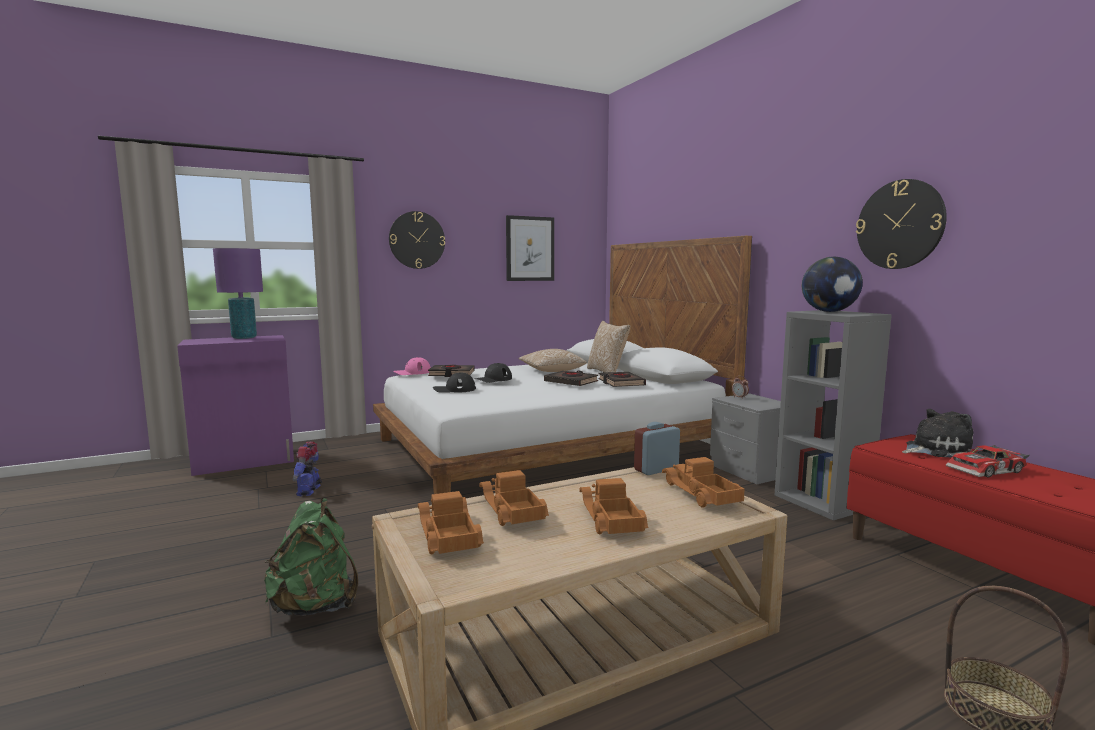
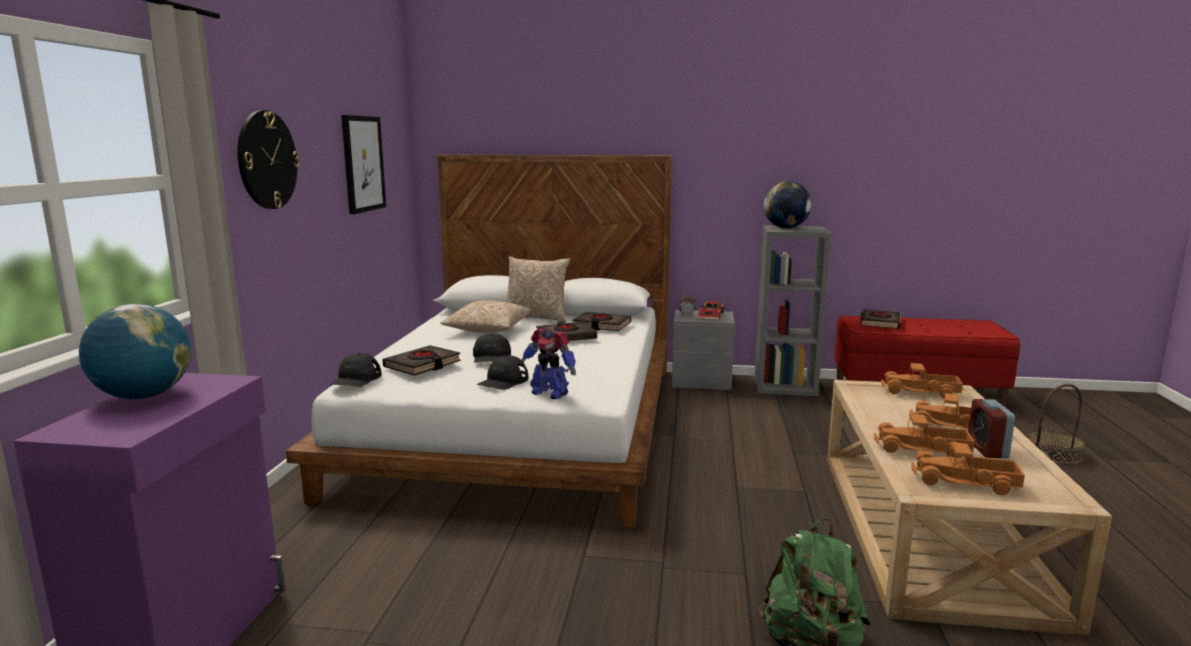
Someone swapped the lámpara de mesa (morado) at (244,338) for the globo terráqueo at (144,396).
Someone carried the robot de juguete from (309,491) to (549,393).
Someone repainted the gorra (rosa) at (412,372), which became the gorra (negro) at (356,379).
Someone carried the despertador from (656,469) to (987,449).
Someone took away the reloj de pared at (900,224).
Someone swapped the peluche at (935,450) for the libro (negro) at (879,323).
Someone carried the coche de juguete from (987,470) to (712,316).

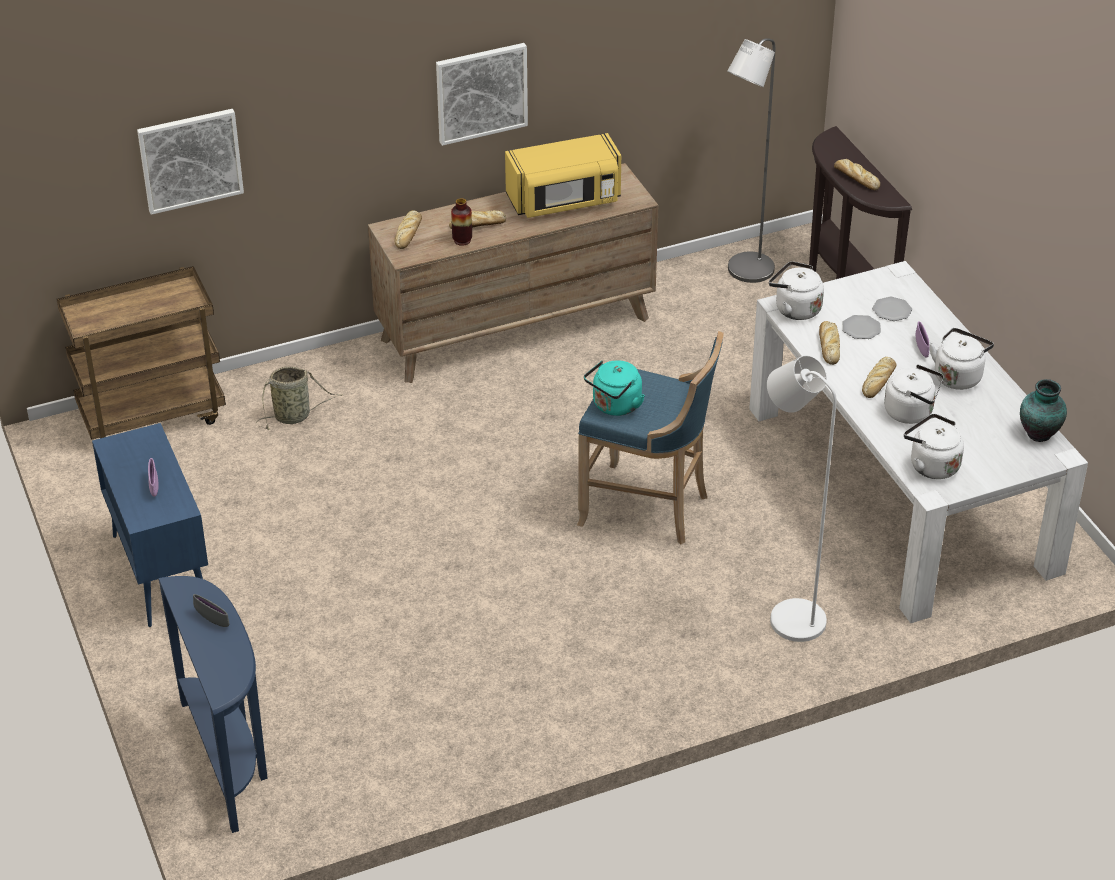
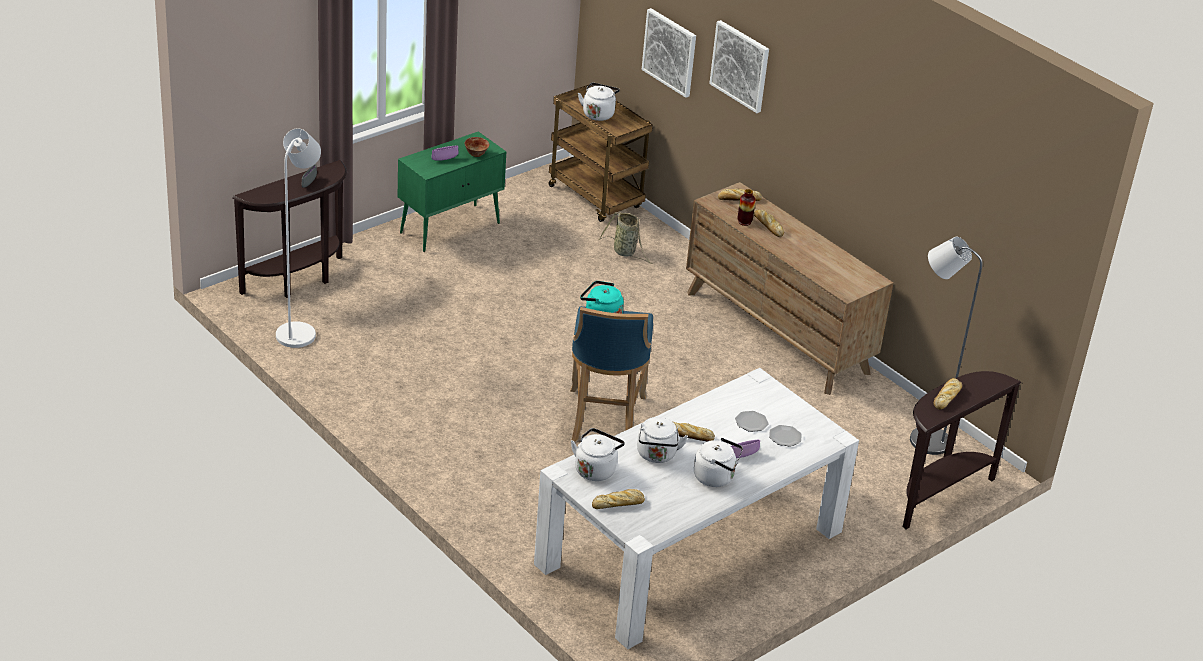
Someone repainted the armario (azul) at (160,571), which became the armario (verde) at (450,228).
Someone repainted the mesa consola (azul) at (229,758), which became the mesa consola (marrón) at (299,281).
Someone carried the cuadro from (481,92) to (740,66).
Someone took away the microondas (amarillo) at (564,201).
Someone carried the lámpara de pie (blanco) from (788,616) to (299,331).
Someone carried the hervidor (blanco) from (795,309) to (598,114).
Someone carried the pan from (829,345) to (619,503).
Someone took away the florero at (1040,433).
Someone put down the cuenco at (476,154).

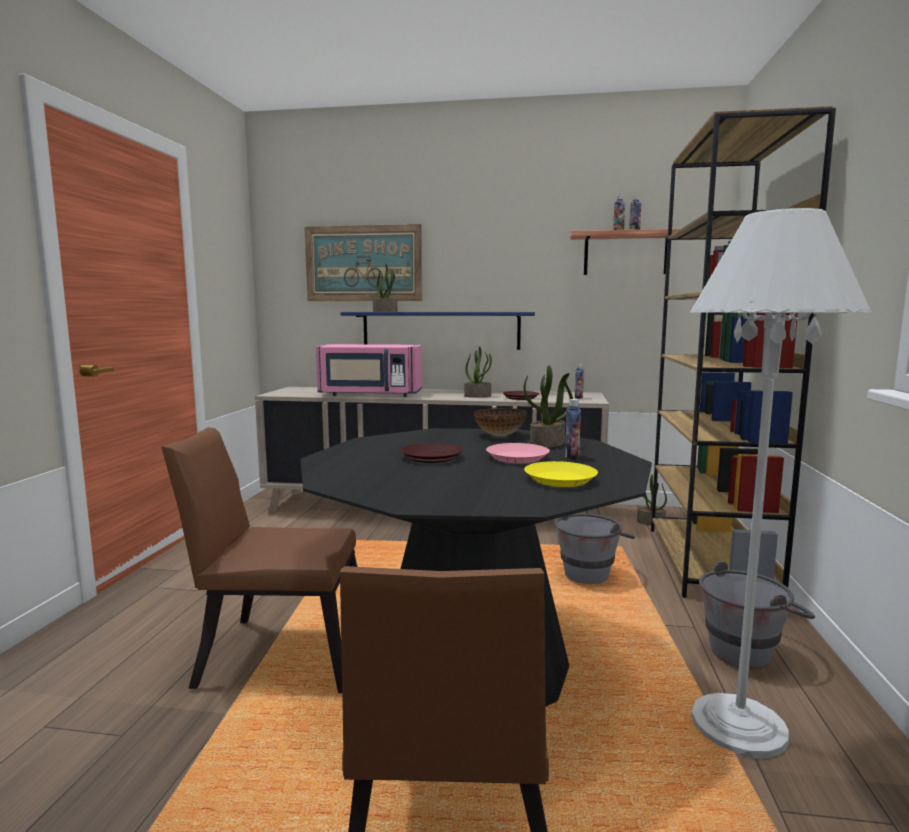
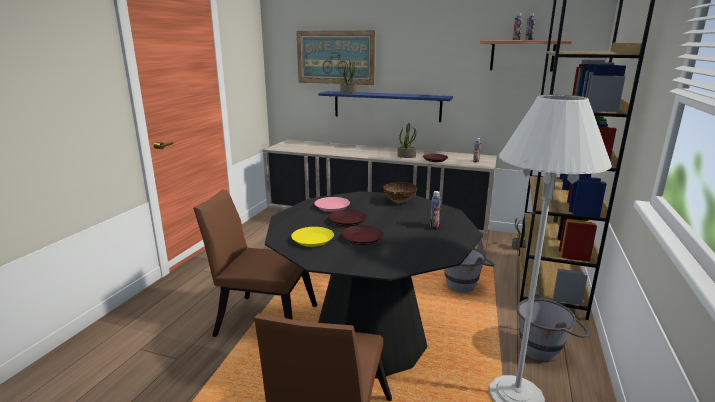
Someone took away the microondas (rosa) at (370,394).
Someone carried the plato (rosa) from (518,458) to (332,207).
Someone took away the planta en maceta at (547,444).
Someone carried the plato (amarillo) from (561,480) to (313,240).
Someone put down the plato (marrón) at (362,238).

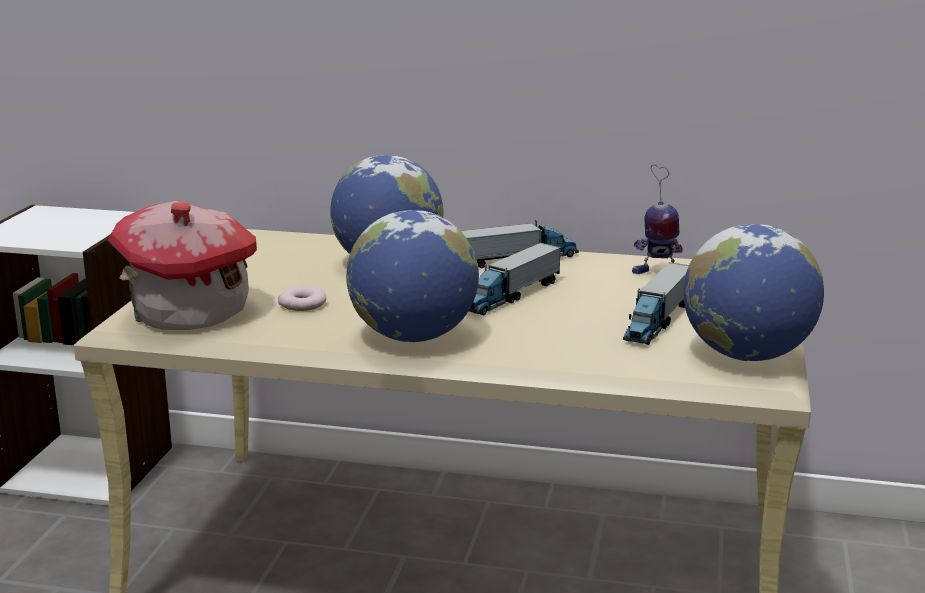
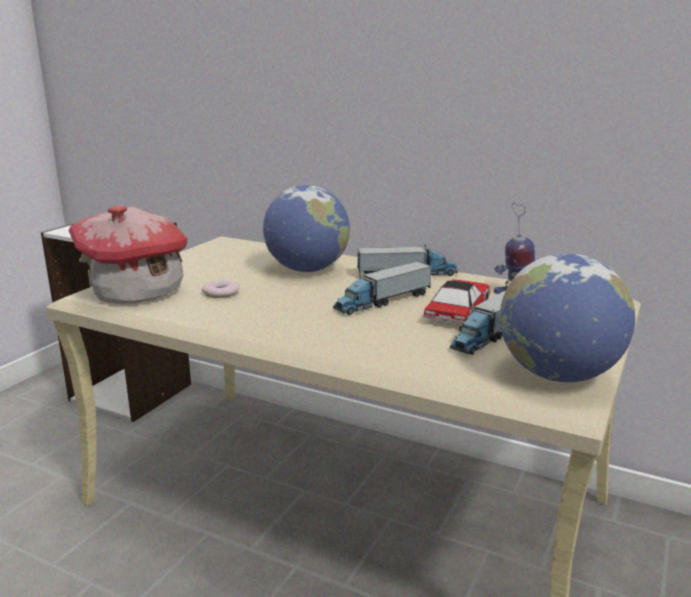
Someone took away the globo terráqueo at (413,337).
Someone put down the coche de juguete at (458,311).

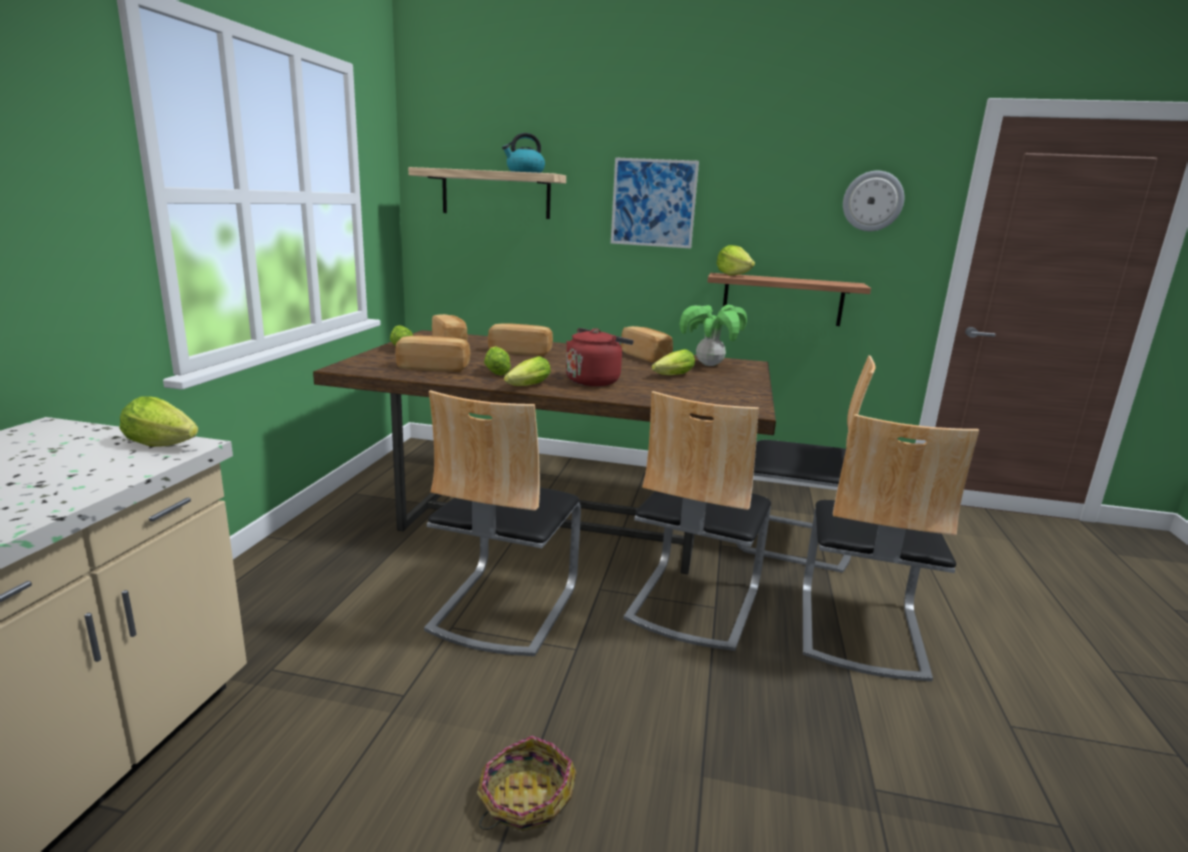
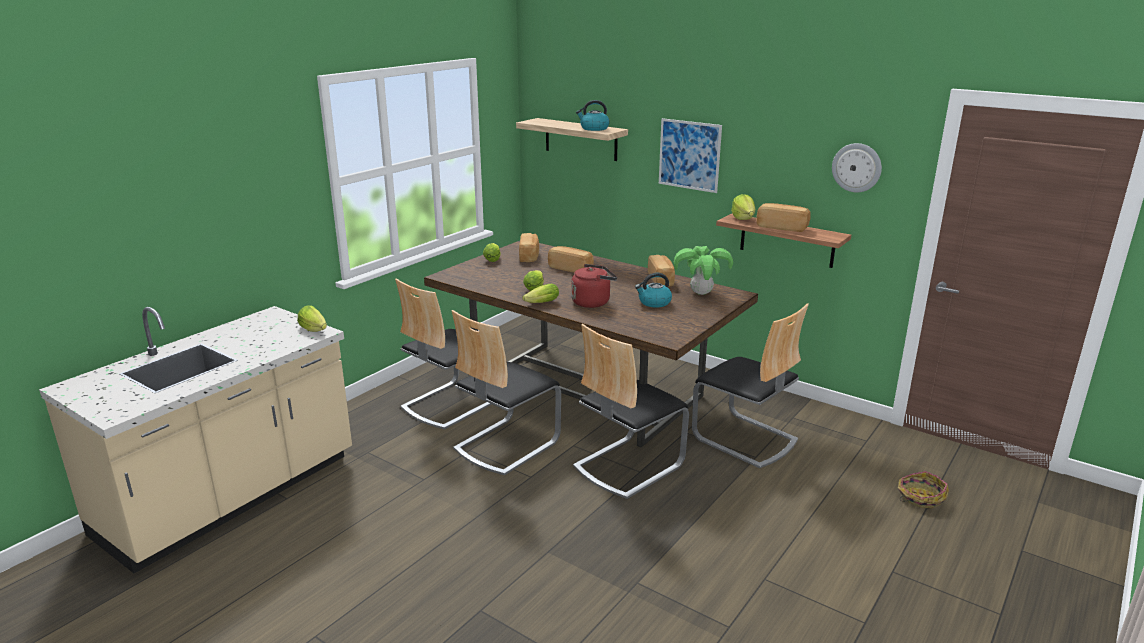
Someone carried the pan from (434,367) to (782,227).
Someone carried the cesta from (524,799) to (920,497).
Someone swapped the lechuga at (671,376) for the hervidor at (654,302).
Someone carried the silla from (859,629) to (449,404).

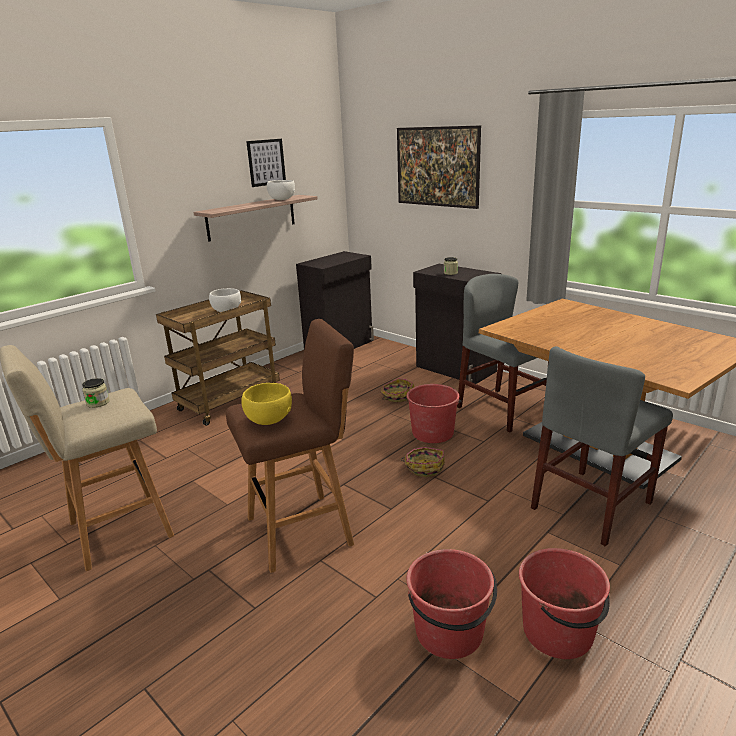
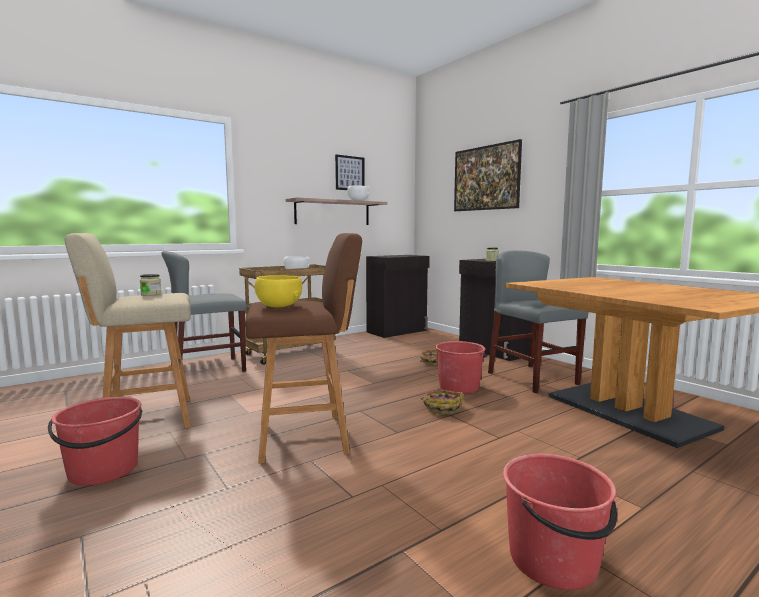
Someone carried the cubo (rojo) from (450,633) to (103,470).
Someone carried the silla (gris) from (591,505) to (208,369).

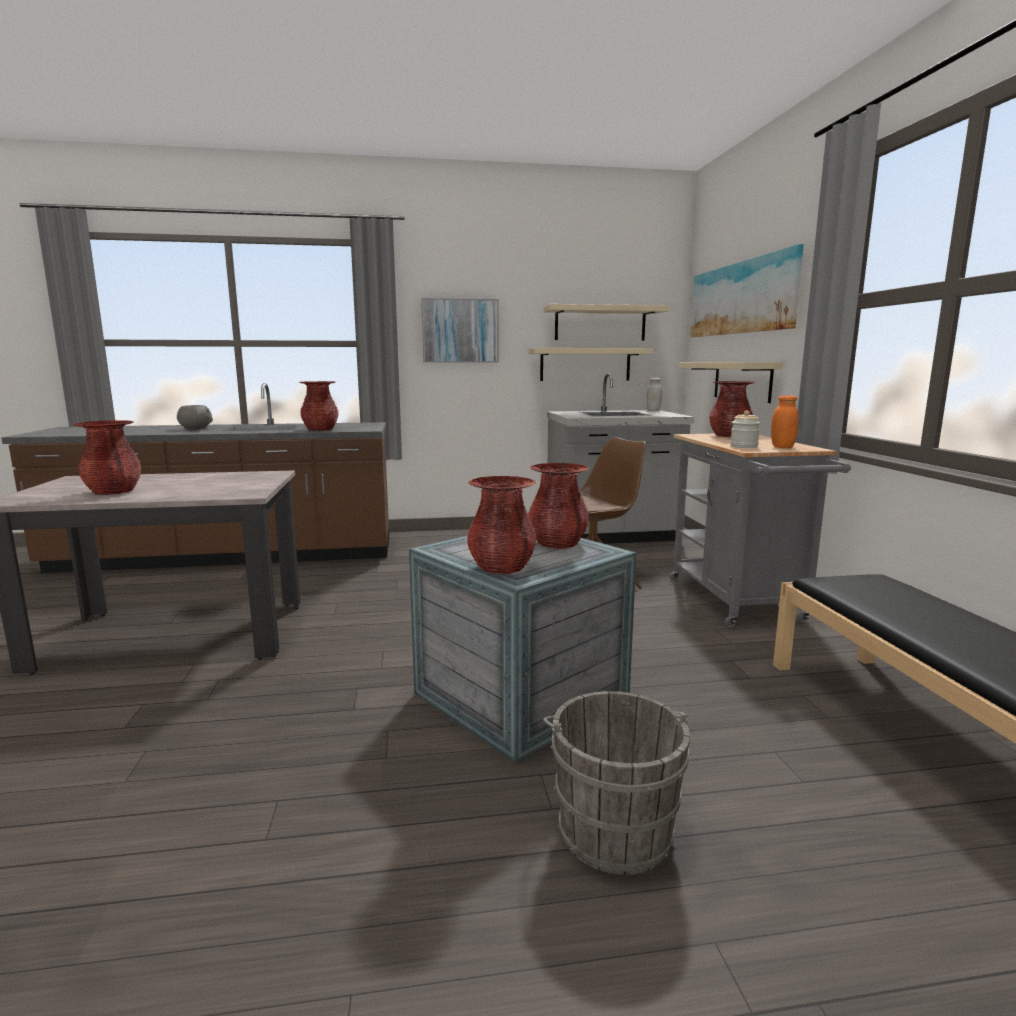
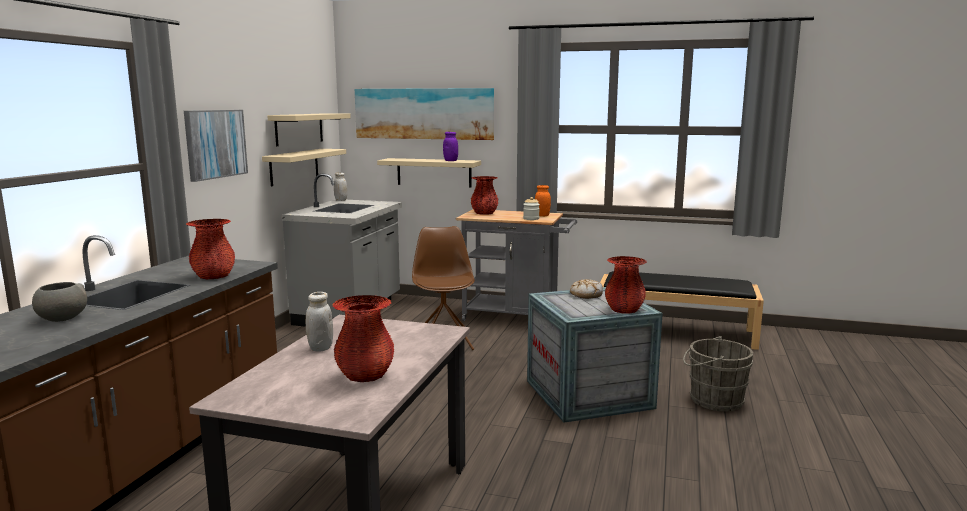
Someone swapped the florero (rojo) at (557,544) for the pan at (586,295).
Someone put down the tarro (blanco) at (320,348).
Someone put down the tarro (morado) at (450,161).

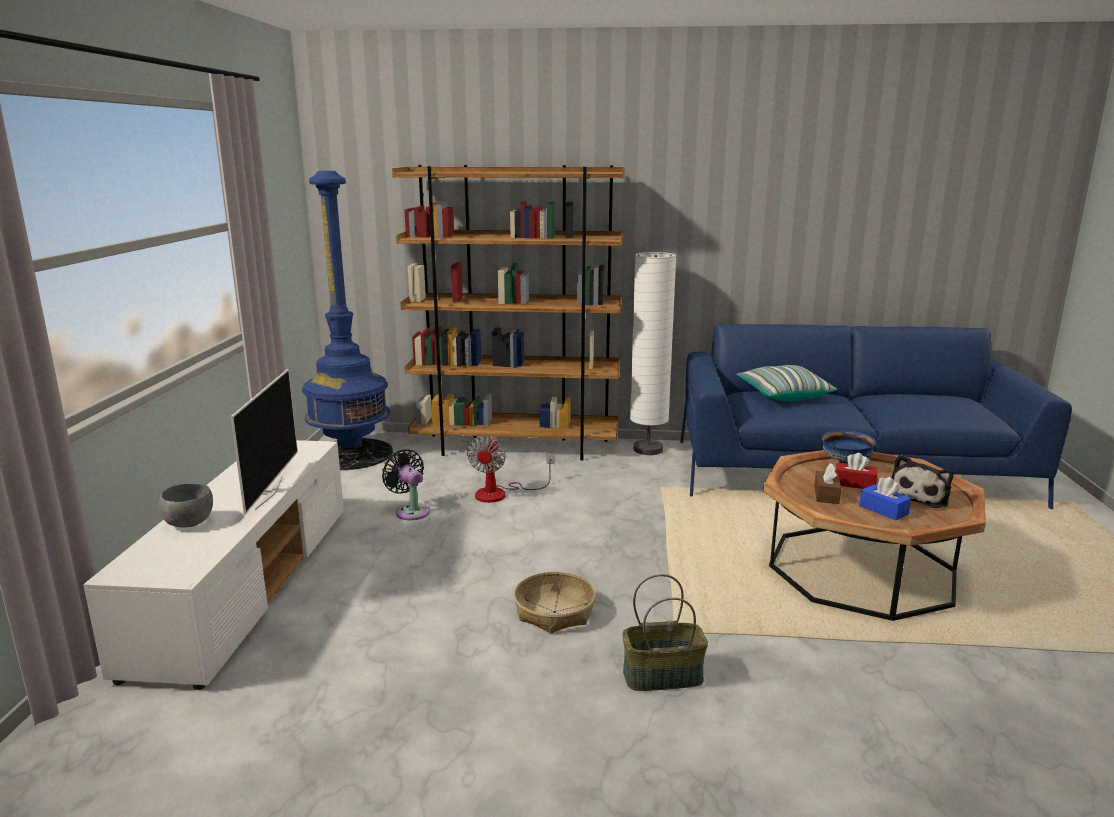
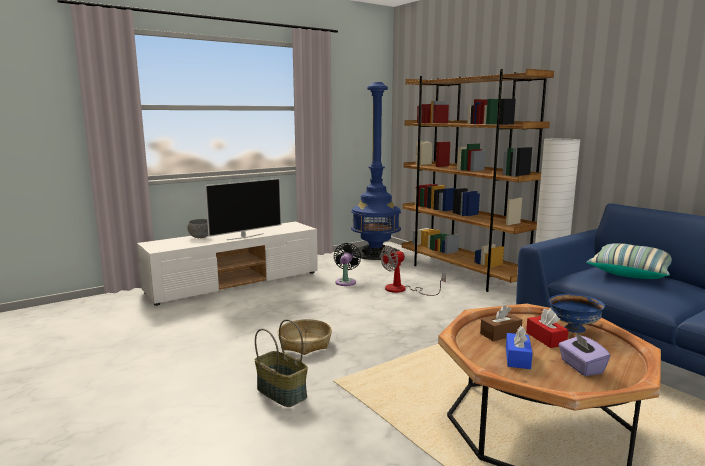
Someone swapped the peluche at (920,497) for the caja de pañuelos (morado) at (581,367).

